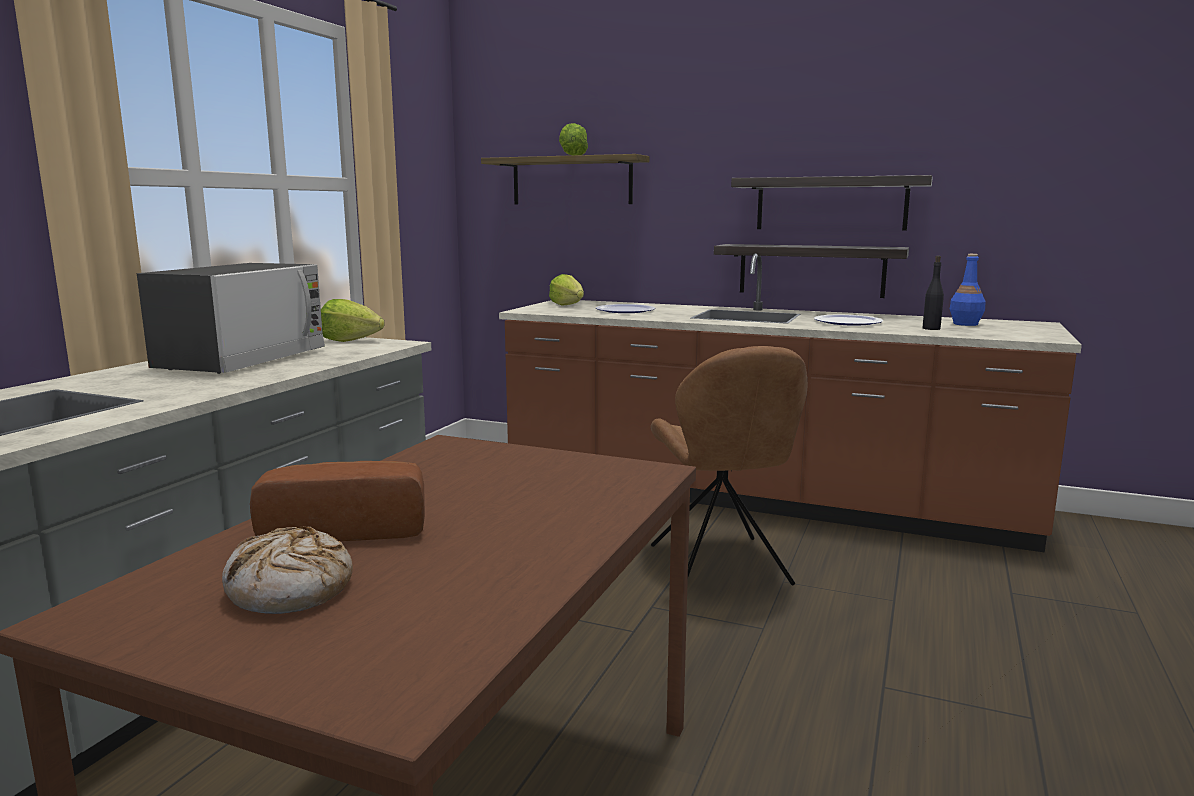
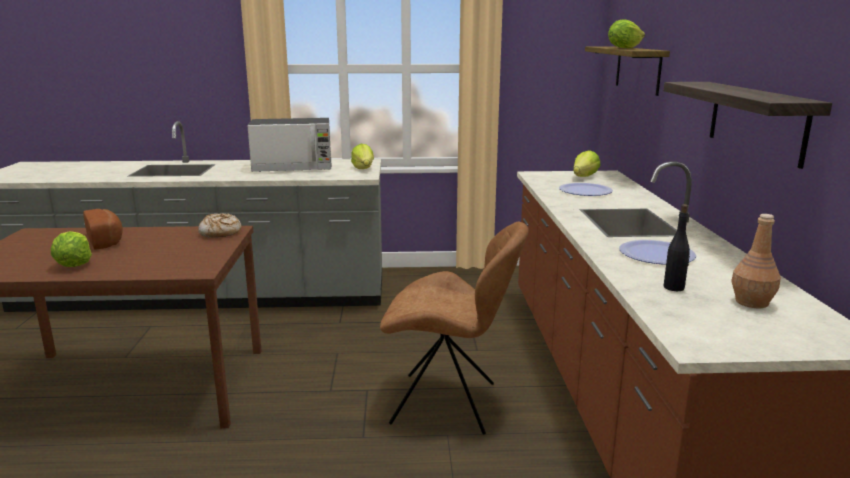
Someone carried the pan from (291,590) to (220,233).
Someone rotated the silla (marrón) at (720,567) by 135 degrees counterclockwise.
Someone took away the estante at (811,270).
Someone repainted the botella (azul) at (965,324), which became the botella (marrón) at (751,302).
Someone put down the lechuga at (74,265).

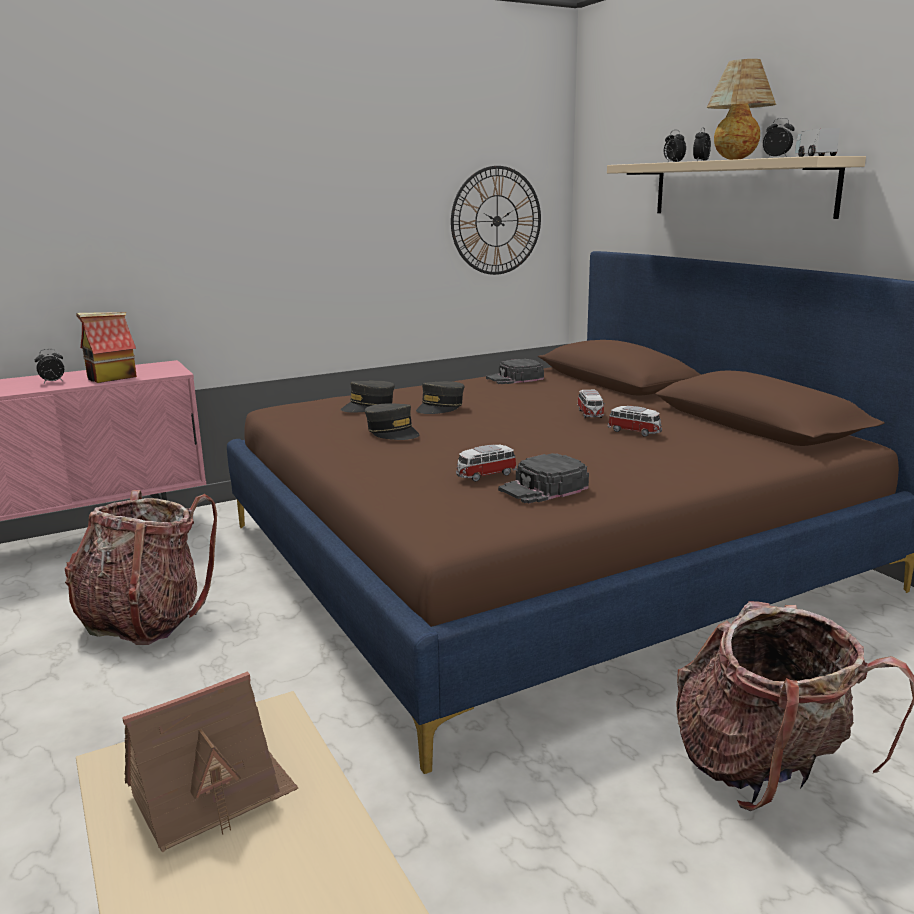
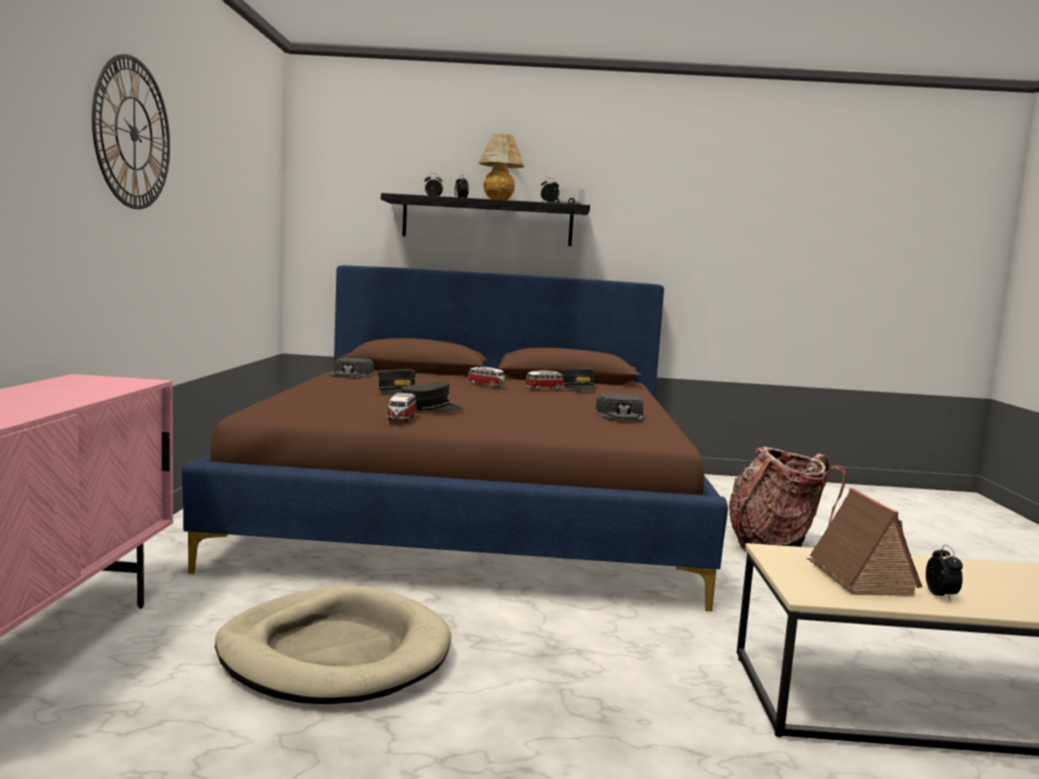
Someone carried the despertador from (52,382) to (941,596).
Someone swapped the mochila at (145,620) for the cama para perro (beis) at (334,653).
Someone took away the casita at (111,377).
Someone carried the gorra (gris) from (368,406) to (579,387).
Someone carried the reloj de pared from (496,221) to (133,133).
Someone carried the coche de juguete from (485,475) to (401,418).
Someone repainted the estante (beis) at (740,188), which became the estante (negro) at (487,222).

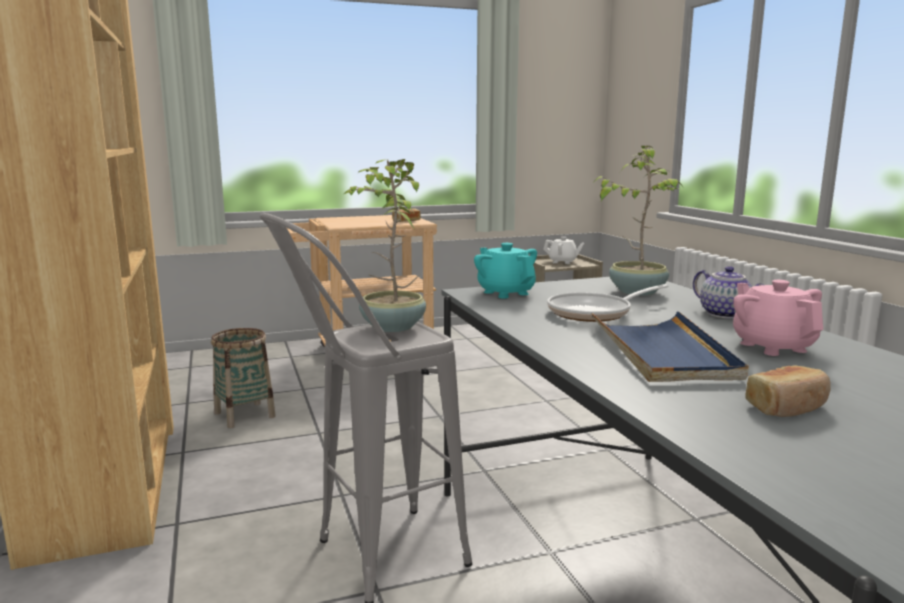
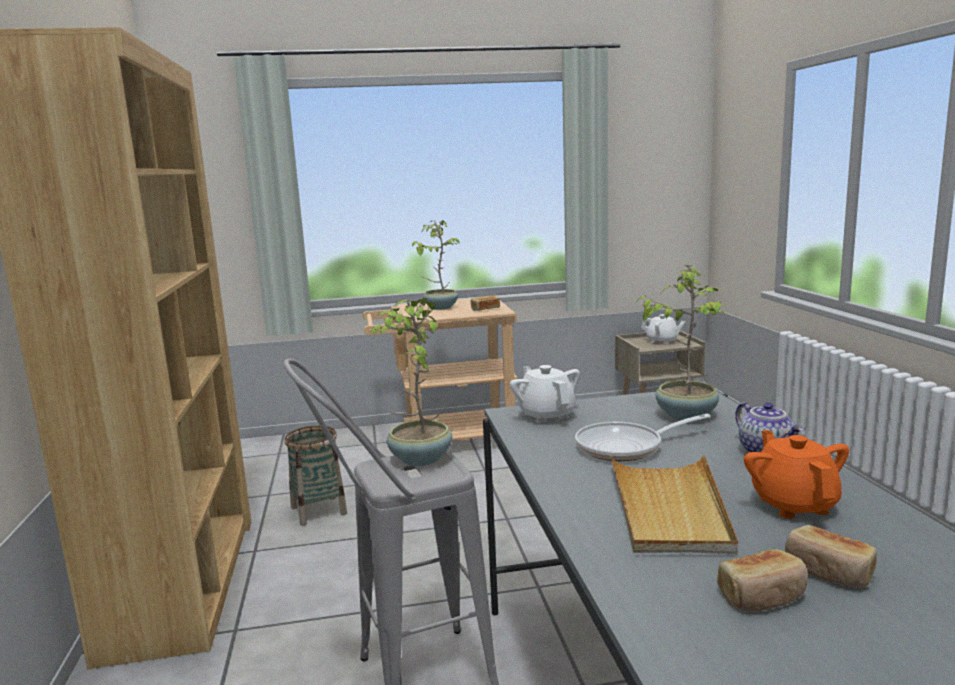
Someone repainted the tetera (turquesa) at (505,293), which became the tetera (blanco) at (546,415).
Someone repainted the bandeja (azul) at (662,351), which became the bandeja (beis) at (669,508).
Someone repainted the tetera (rosa) at (772,346), which became the tetera (naranja) at (793,504).
Someone put down the planta en maceta at (440,307).
Someone put down the pan at (828,572).

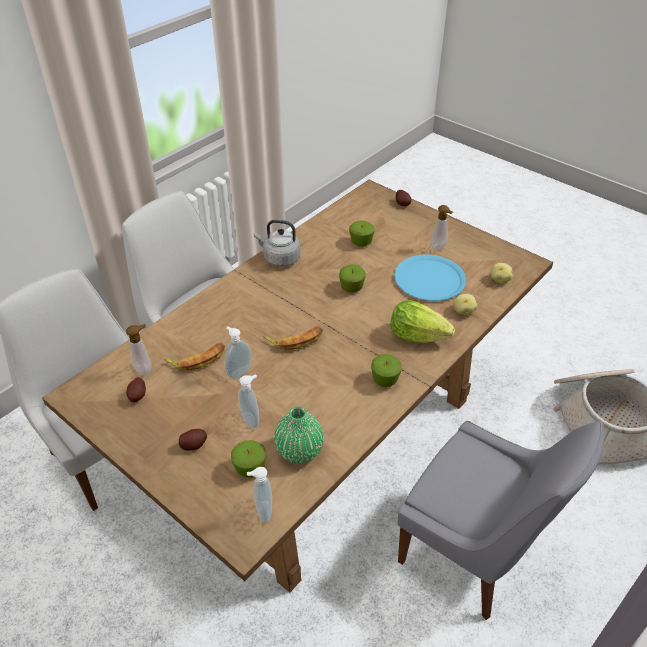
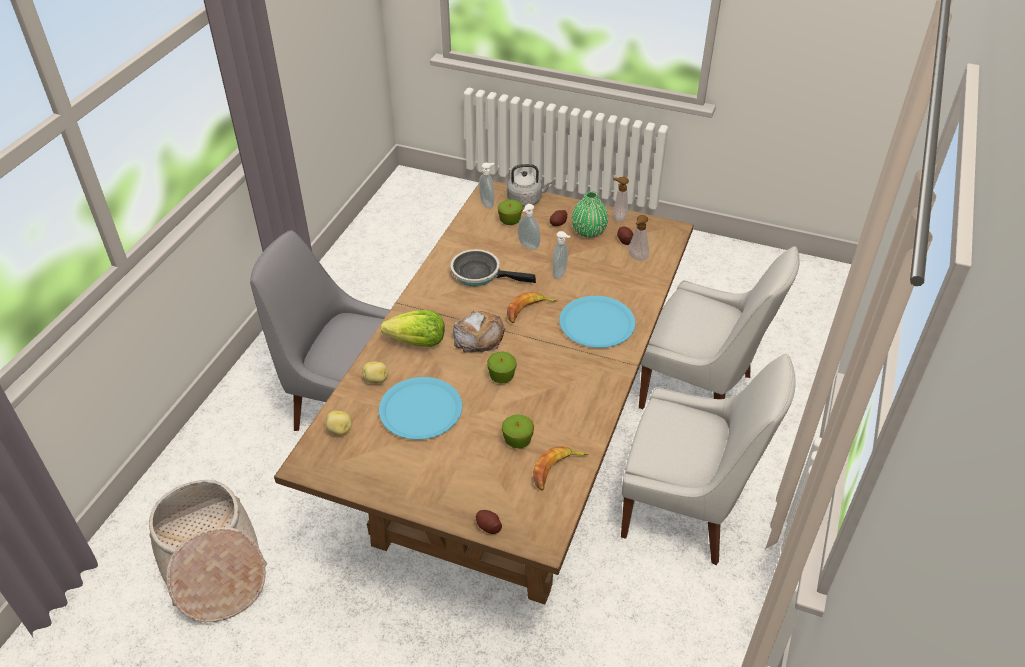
Someone carried the plátano from (198,359) to (557,470).
Someone carried the hervidor (gris) from (279,258) to (526,200).
Someone carried the florero (verde) from (299,450) to (589,232).
Someone took away the manzana at (385,379).
Someone carried the dispensador de jabón from (439,248) to (618,218).
Someone put down the sartén at (480,274).
Someone put down the pan at (479,336).
Someone put down the plato (azul) at (597,323).

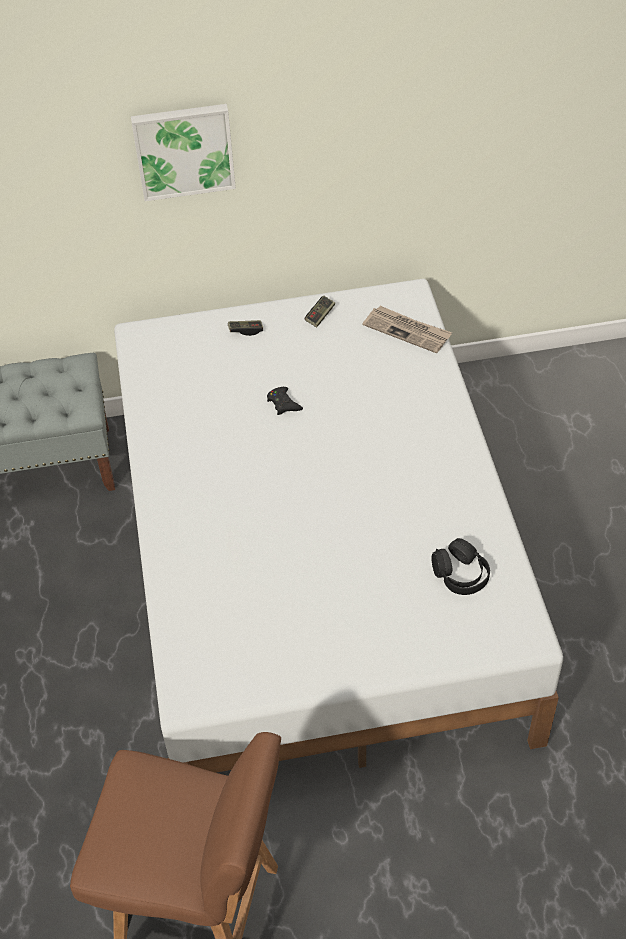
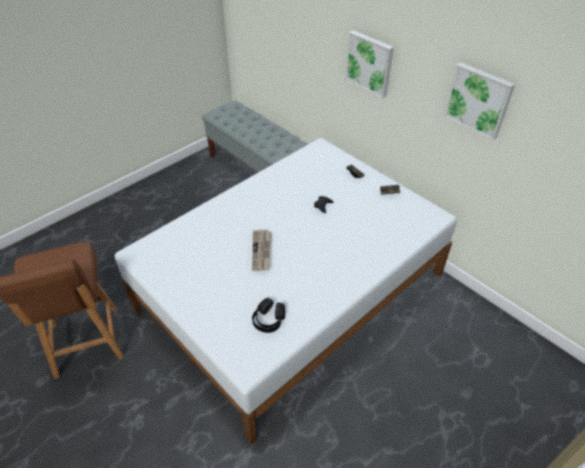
Someone carried the periódico from (407,331) to (262,251).
Someone put up the cuadro at (478,100).

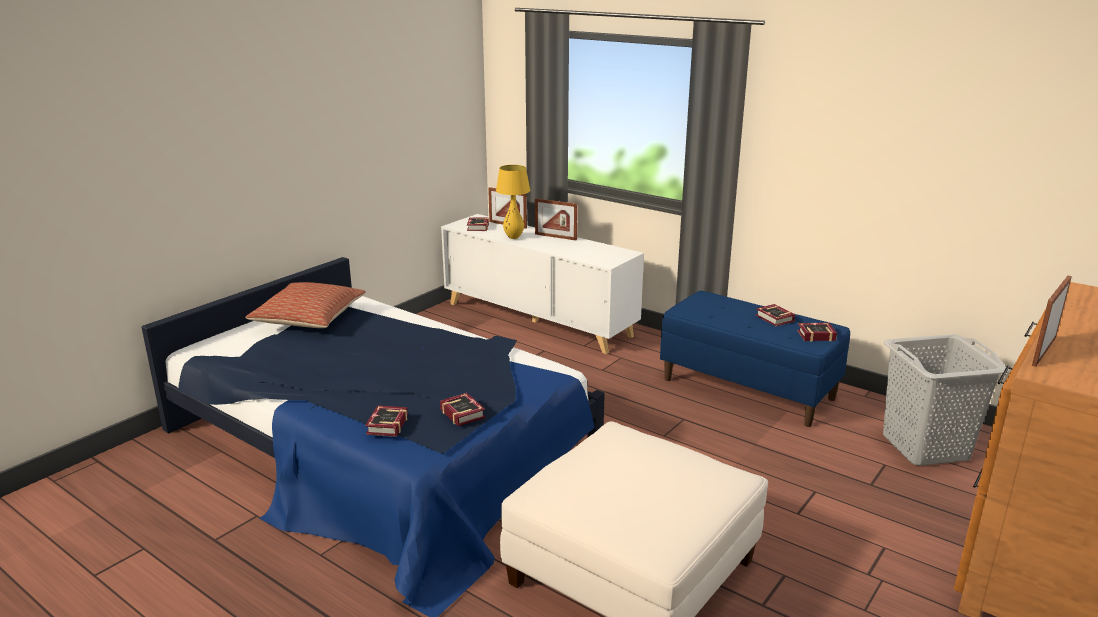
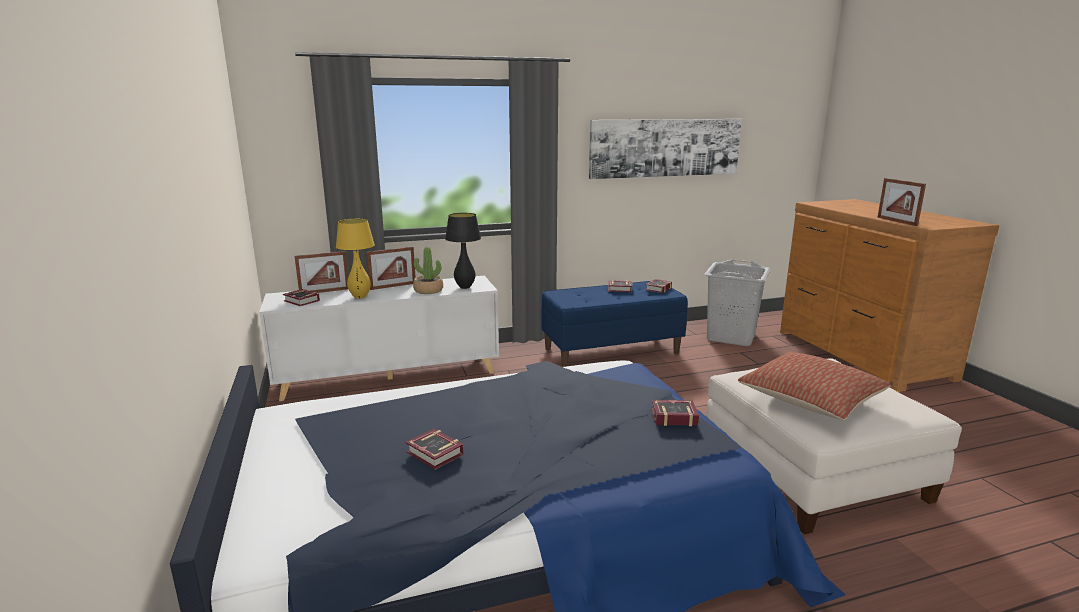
Someone carried the cojín from (308,318) to (811,400).
Someone carried the libro from (385,426) to (435,455).
Someone put down the planta en maceta at (428,290).
Someone put down the lámpara de mesa (negro) at (465,287).
Someone put up the cuadro at (665,147).

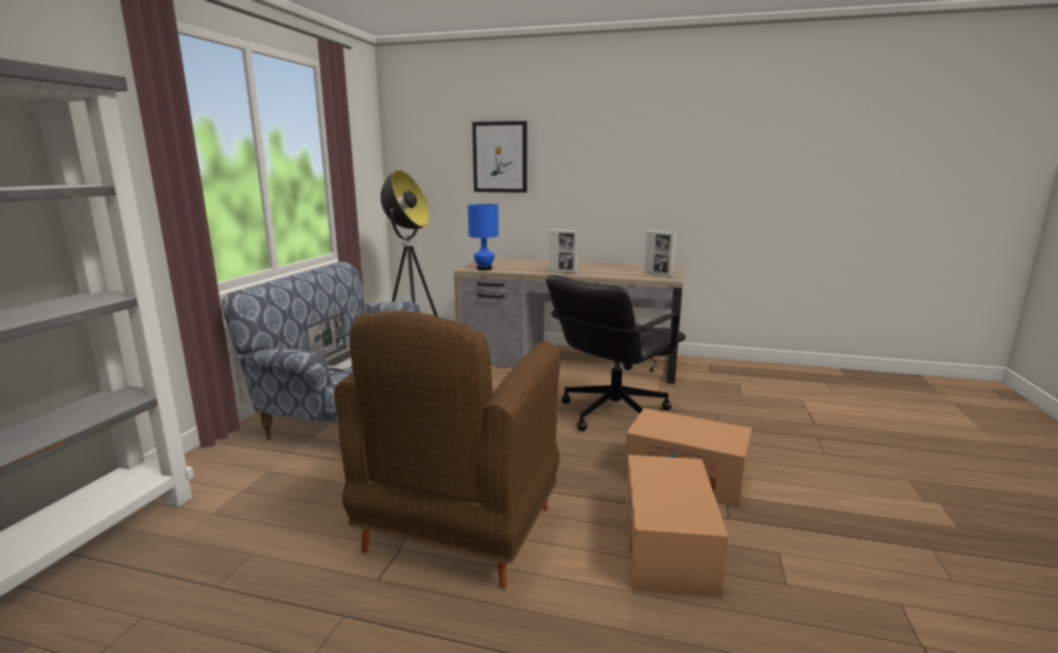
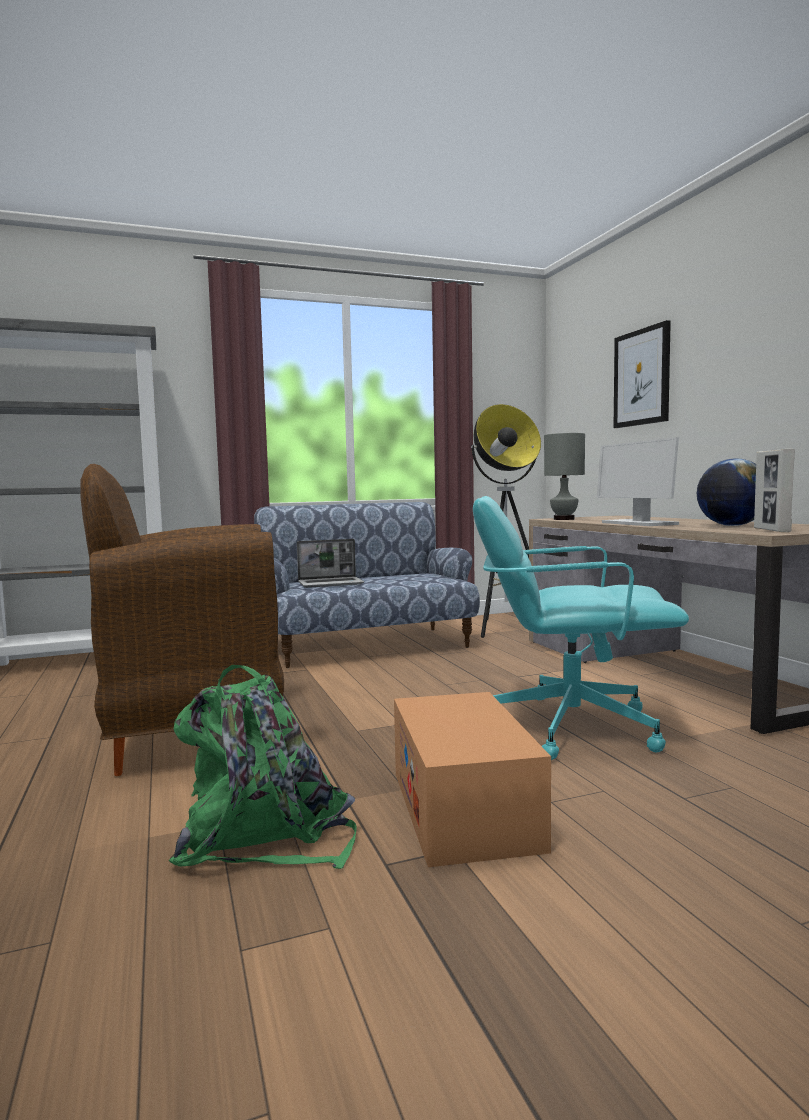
Someone repainted the lámpara de mesa (azul) at (484,269), which became the lámpara de mesa (gris) at (563,519).
Someone repainted the silla de oficina (negro) at (612,413), which became the silla de oficina (turquesa) at (568,726).
Someone swapped the portarretratos at (563,272) for the monitor at (637,523).
Someone swapped the caja de cartón at (668,545) for the mochila (verde) at (265,836).
Someone put down the globo terráqueo at (731,525).

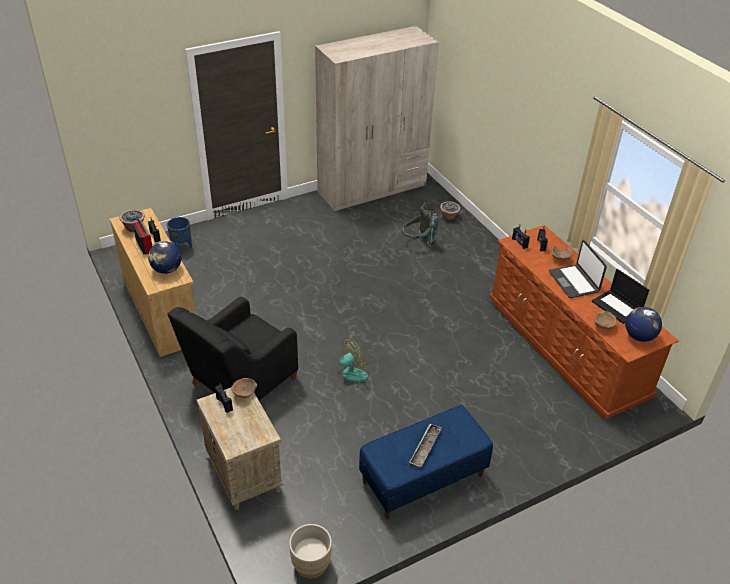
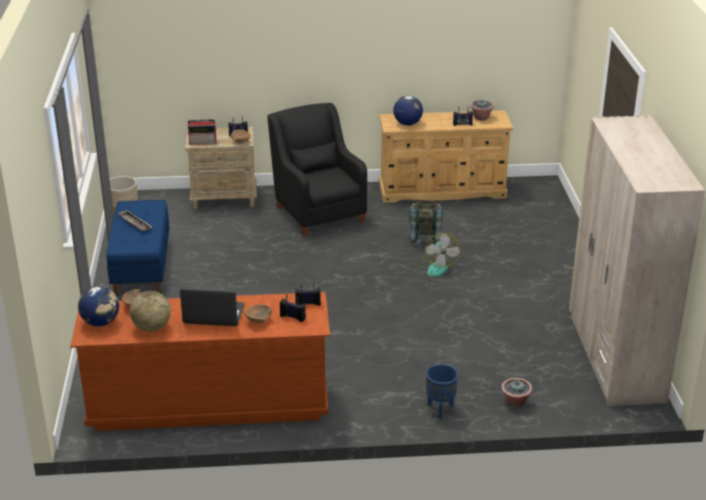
Someone carried the radio from (144,245) to (203,142).
Someone carried the maceta (azul) from (182,248) to (440,409).
Someone carried the ventilador from (349,377) to (436,267).
Someone carried the mochila (gris) from (418,242) to (424,238).
Someone swapped the portátil at (617,306) for the globo terráqueo at (152,327).

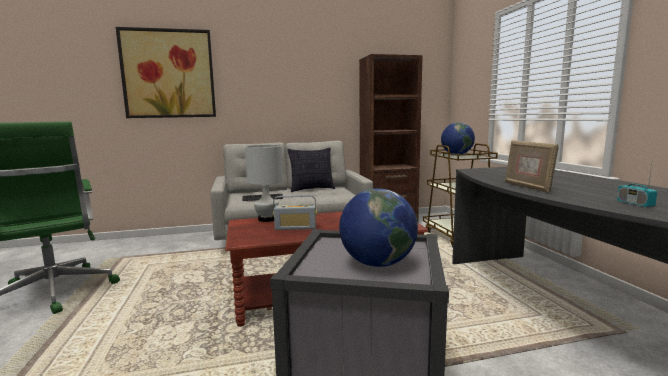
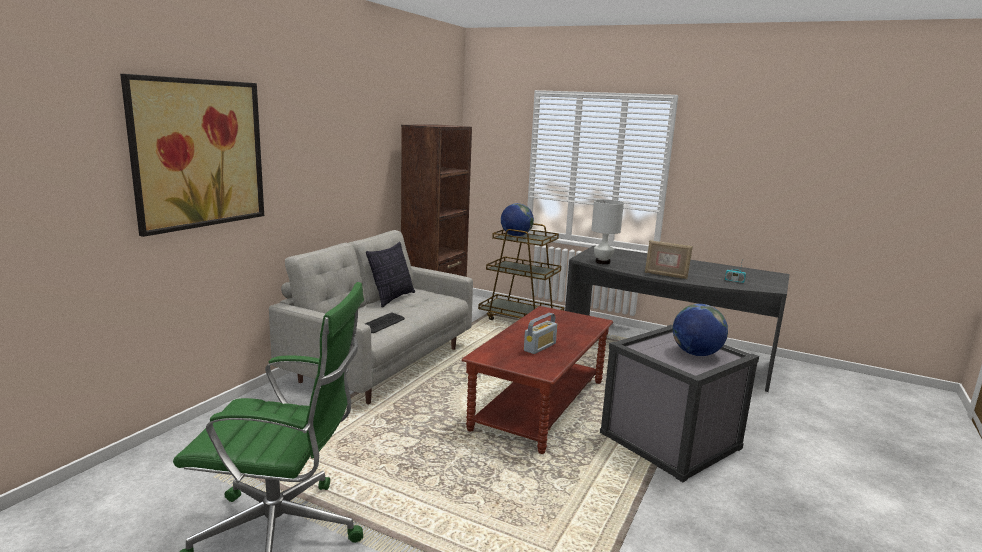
Someone carried the lámpara de mesa (blanco) from (266,219) to (603,262).

